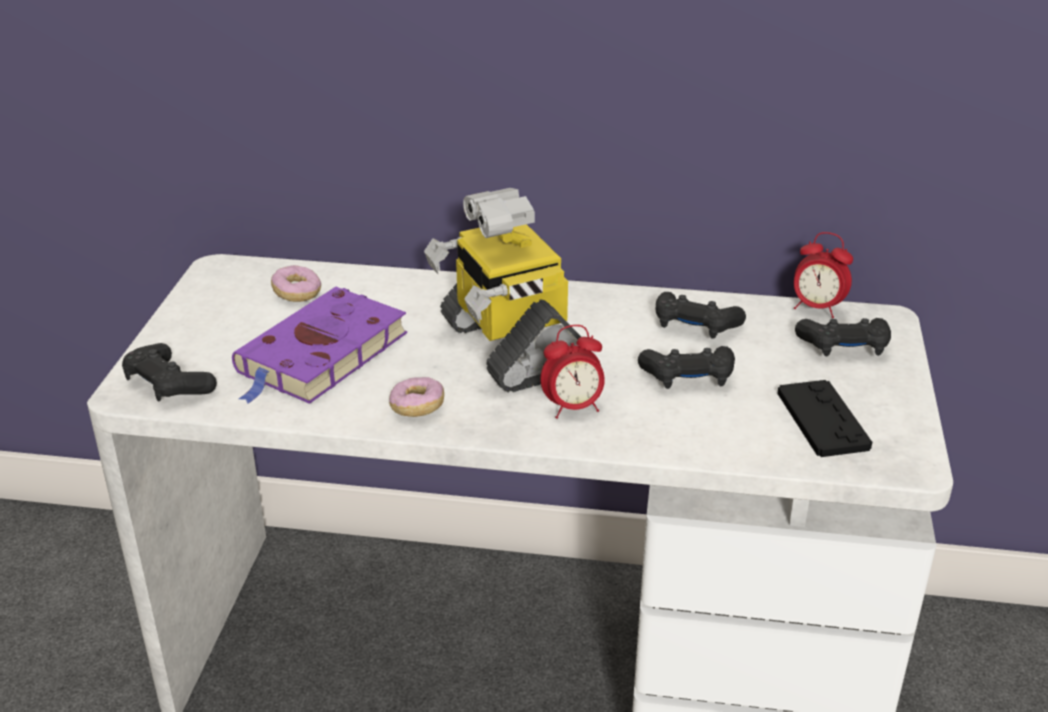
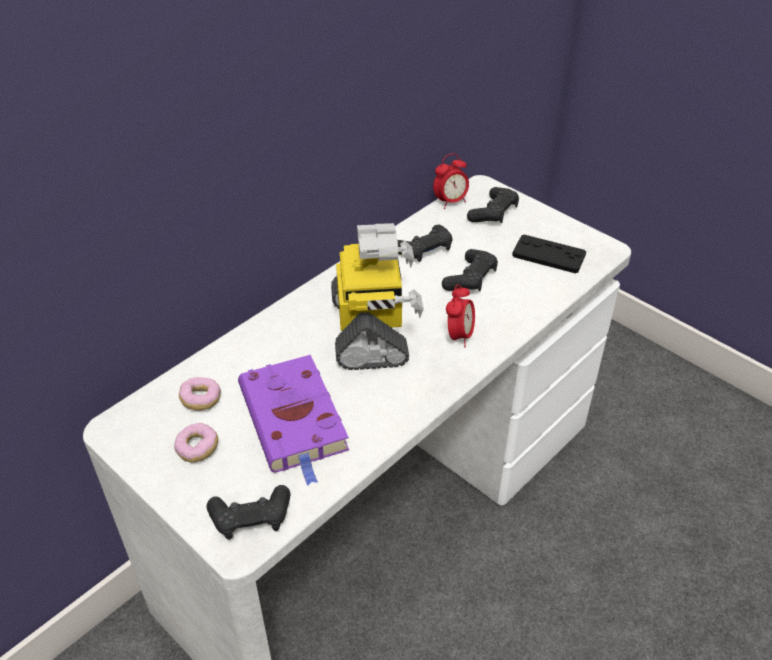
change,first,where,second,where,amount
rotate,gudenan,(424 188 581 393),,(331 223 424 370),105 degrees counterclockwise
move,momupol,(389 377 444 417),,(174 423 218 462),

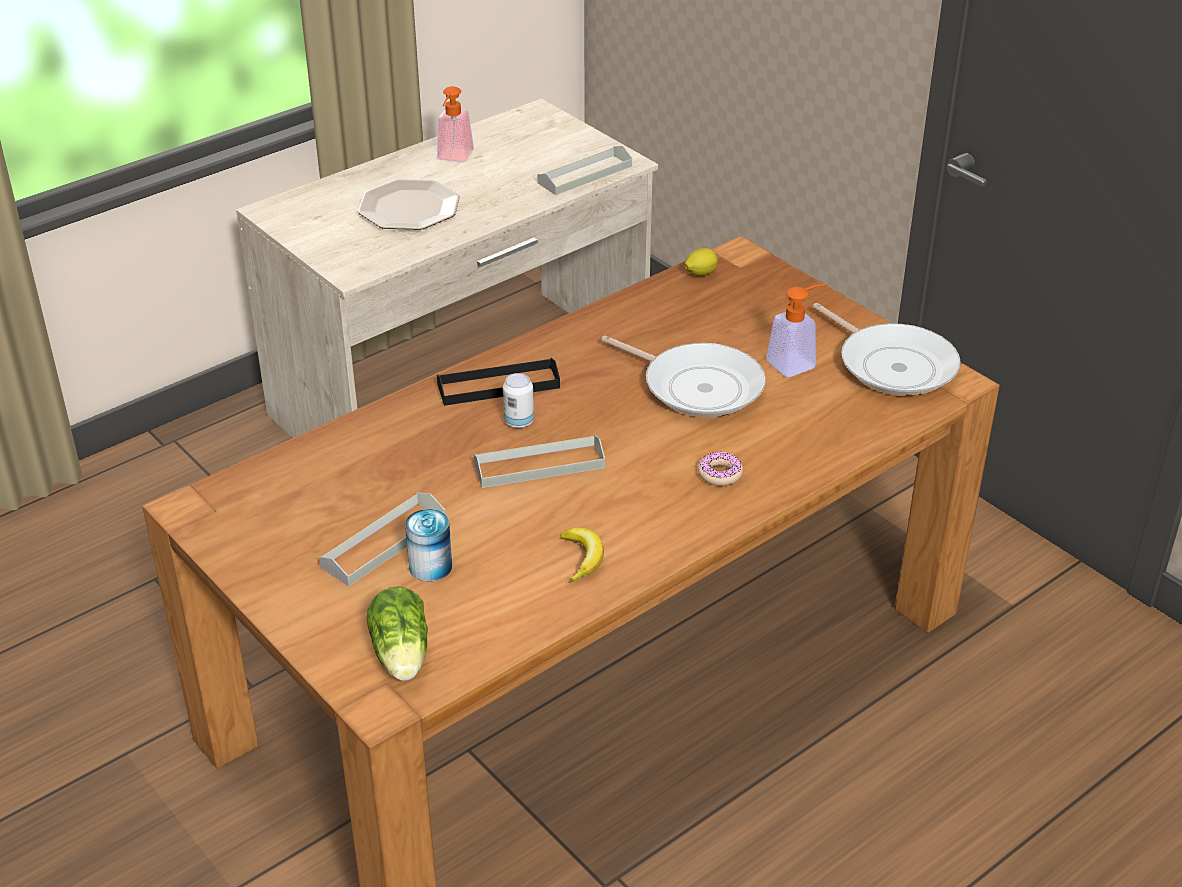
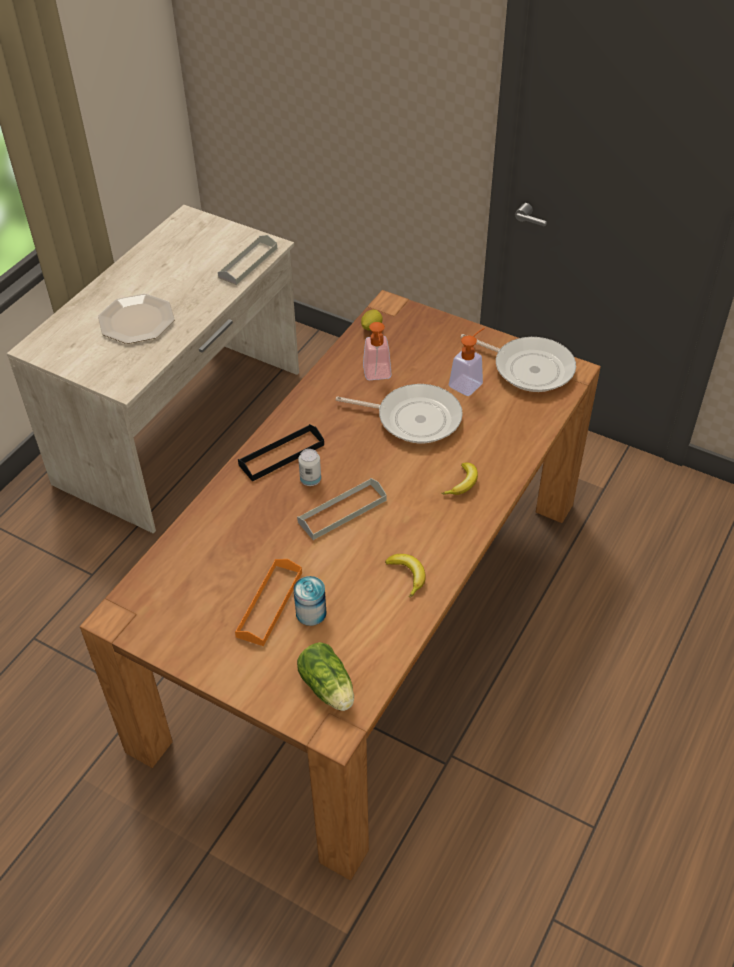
change,first,where,second,where,amount
move,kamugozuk,(437 86 474 162),,(363 322 392 380),
replace,momupol,(698 451 743 486),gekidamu,(441 463 478 495),
recolor,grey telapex,(319 492 446 587),orange telapex,(235 559 302 646),

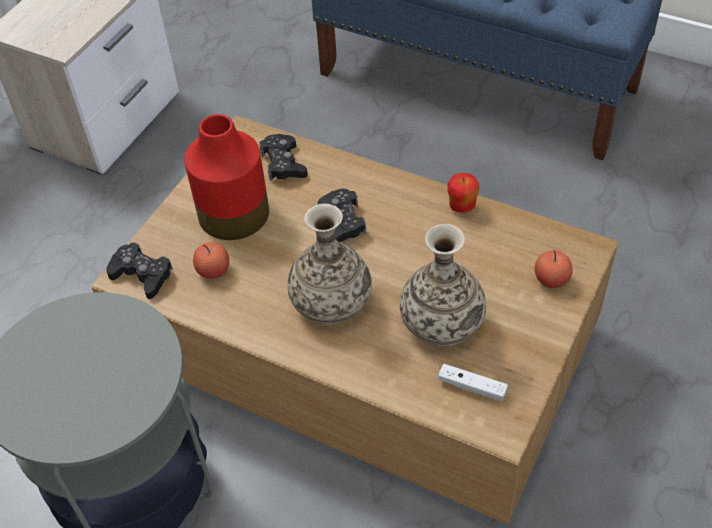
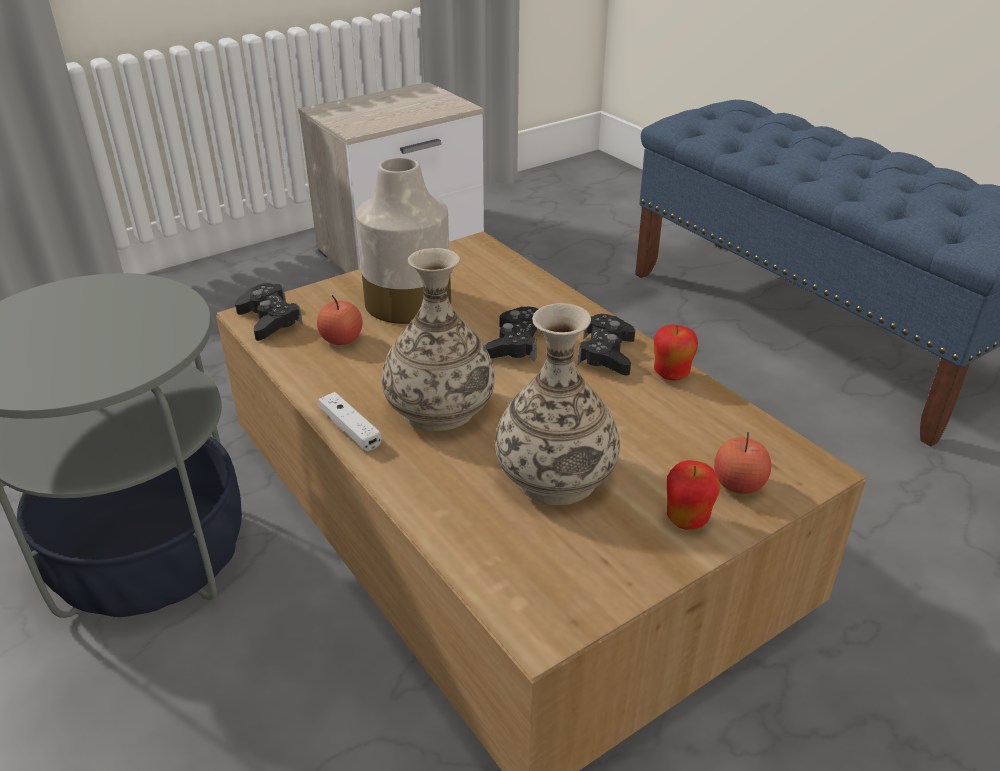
change,first,where,second,where,amount
recolor,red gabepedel,(184 114 269 240),beige gabepedel,(356 157 451 324),
move,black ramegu,(259 134 308 182),,(578 314 635 375),
move,white ramegu,(438 364 508 401),,(318 392 381 451),
insert,,,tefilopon,(667 460 721 529),

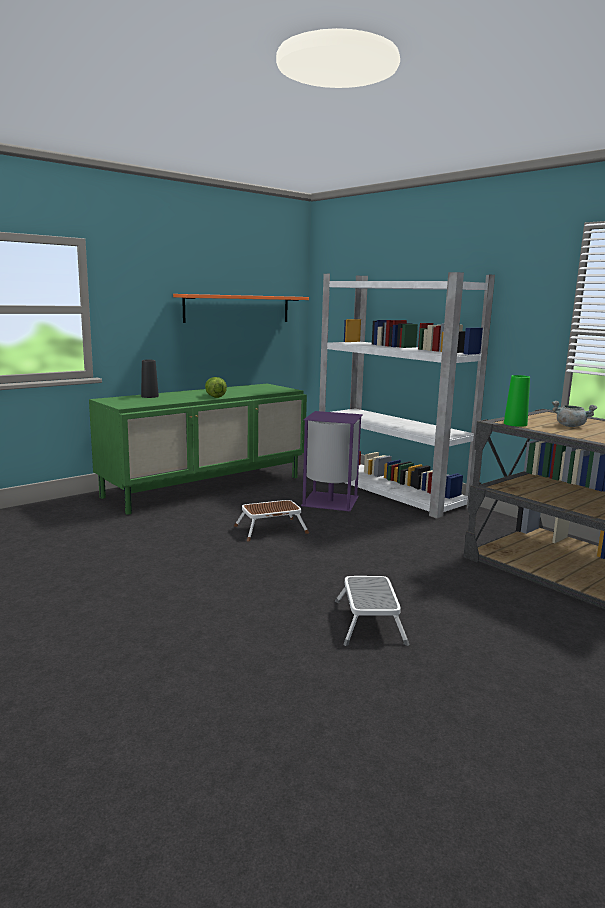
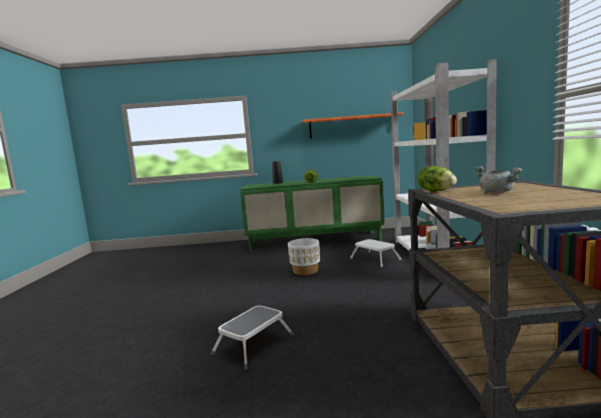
change,first,where,second,where,amount
replace,green gabepedel,(504 375 530 427),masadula,(417 166 457 191),
replace,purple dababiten,(301 411 363 511),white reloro,(350 239 402 267),
replace,brown reloro,(234 500 309 542),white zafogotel,(288 238 320 275),

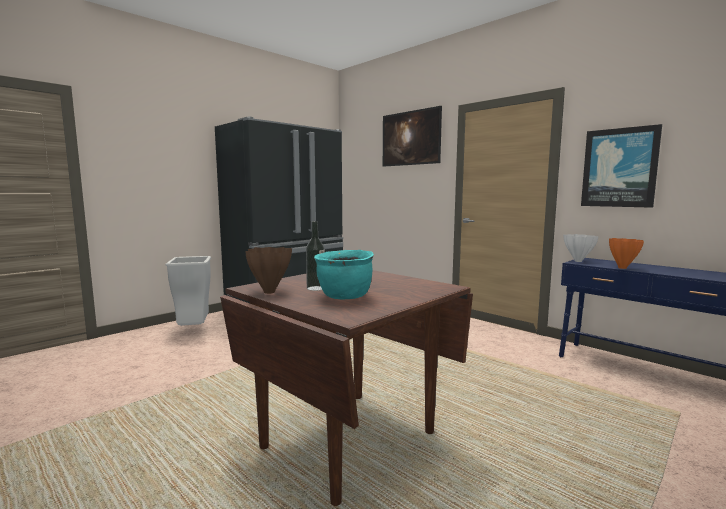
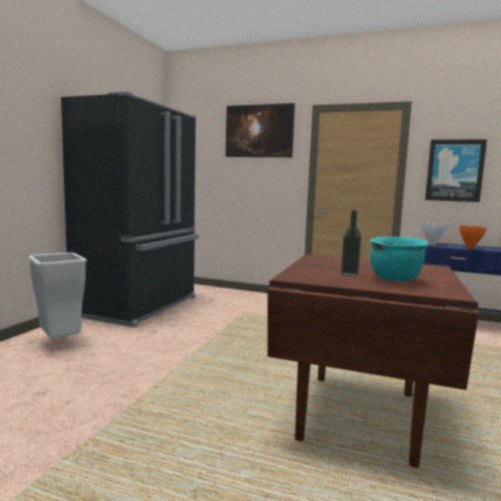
change,first,where,second,where,amount
delete,brown gabepedel,(245 247 292 294),,,

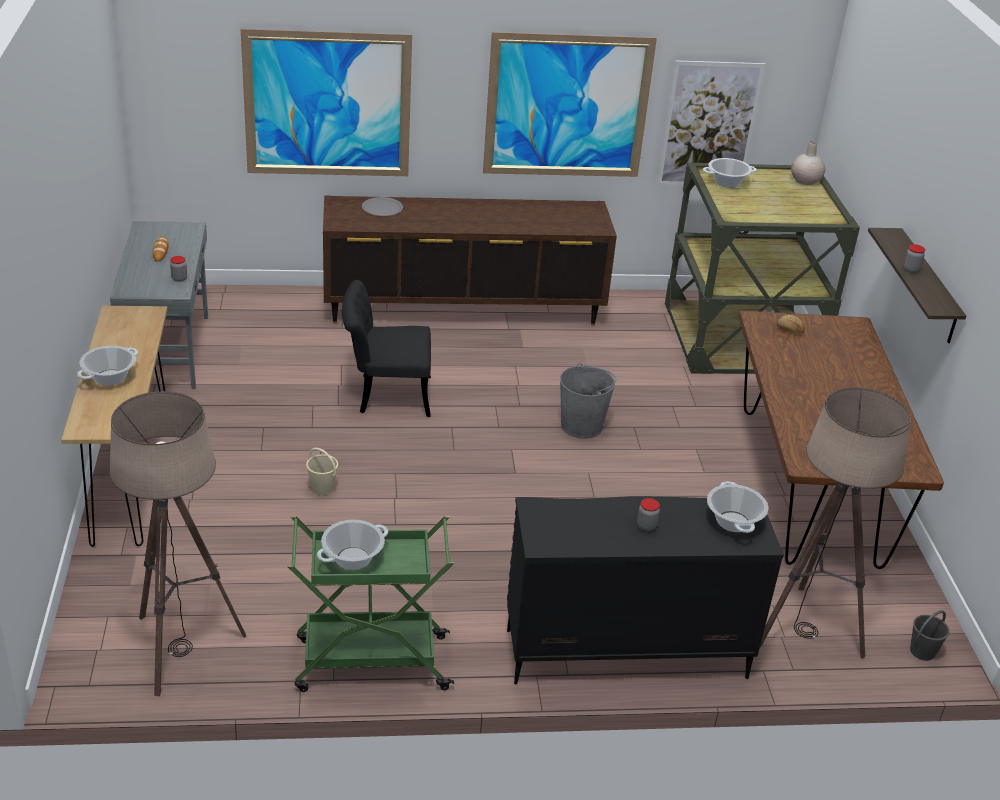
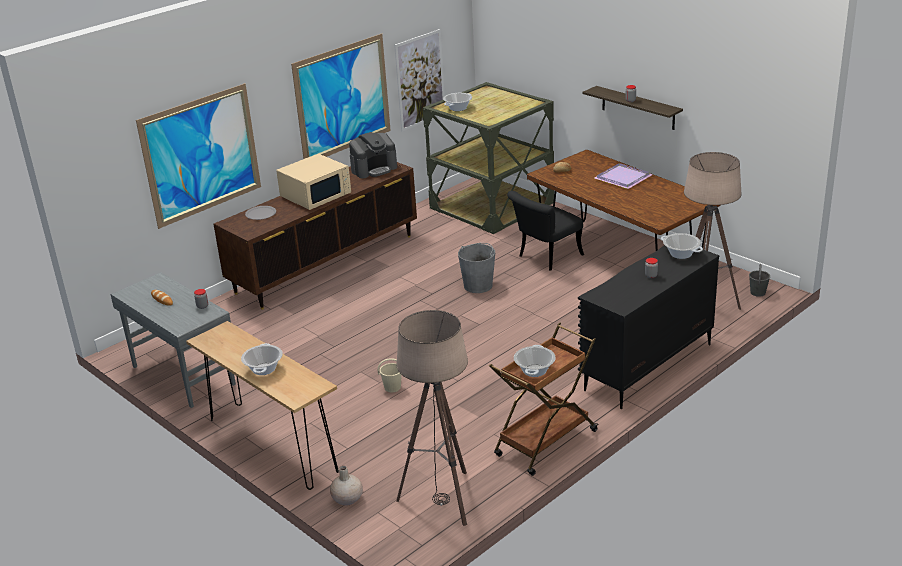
change,first,where,second,where,amount
move,beige gabepedel,(791 141 825 185),,(330 466 363 506),
move,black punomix,(342 280 431 417),,(507 191 584 271),
recolor,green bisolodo,(287 516 454 692),brown bisolodo,(489 322 598 476),
insert,,,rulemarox,(349 132 397 178),
insert,,,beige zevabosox,(276 154 351 210),
insert,,,purple telapex,(594 163 653 189),

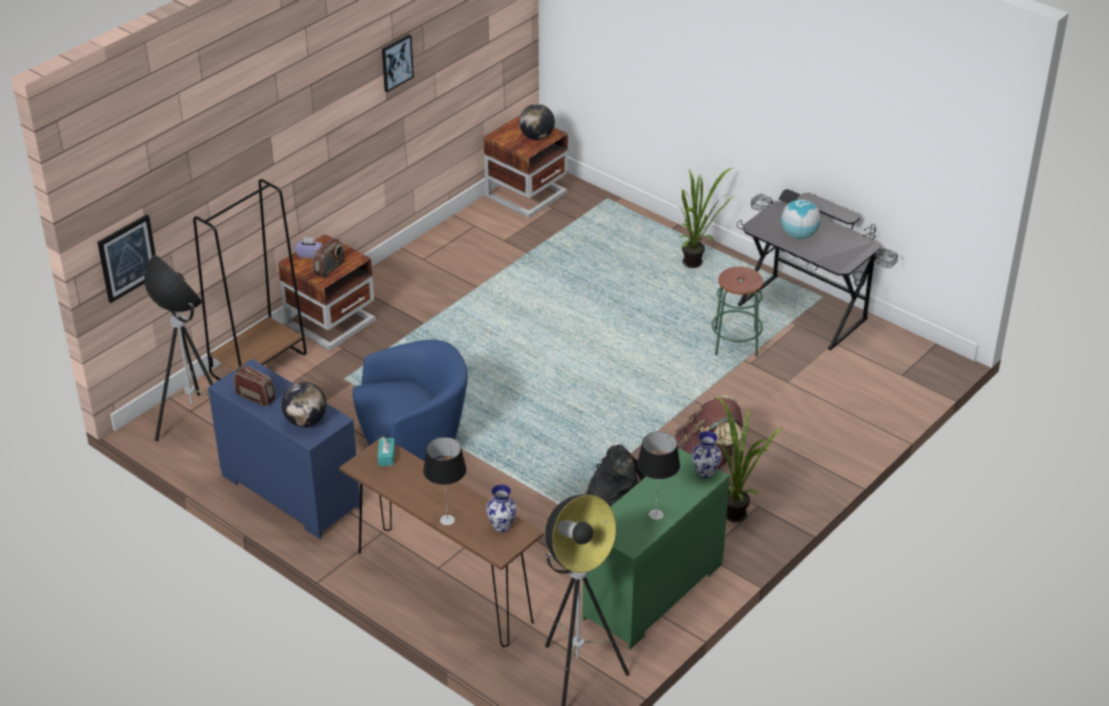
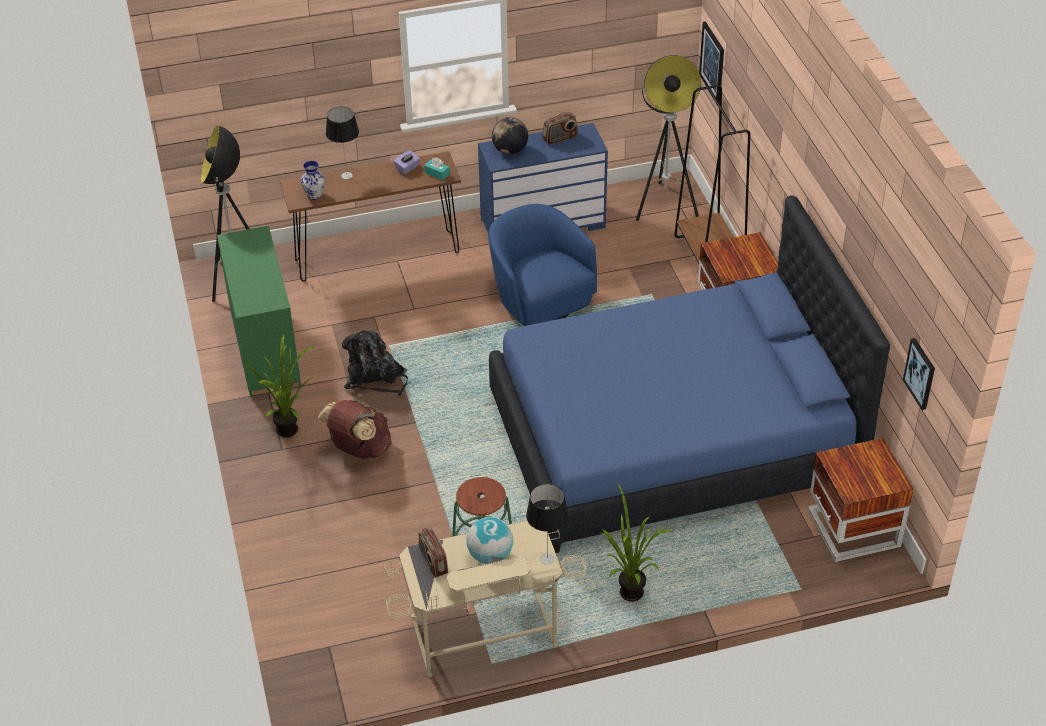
change,first,where,second,where,amount
move,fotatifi,(382 34 414 92),,(903 338 935 410),
delete,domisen,(519 104 555 140),,,
recolor,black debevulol,(737 189 898 350),beige debevulol,(384 520 586 677),
move,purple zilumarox,(295 237 322 258),,(394 150 420 174),
move,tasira,(313 238 345 278),,(419 528 448 578),
rotate,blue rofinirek,(352 340 468 461),,(488 204 597 326),135 degrees clockwise
delete,gabepedel,(692 431 722 478),,,
move,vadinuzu,(637 432 680 520),,(526 484 568 565),
insert,,,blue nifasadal,(489 195 890 553),

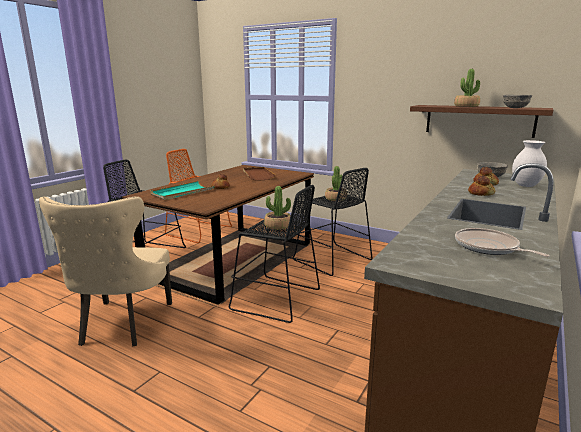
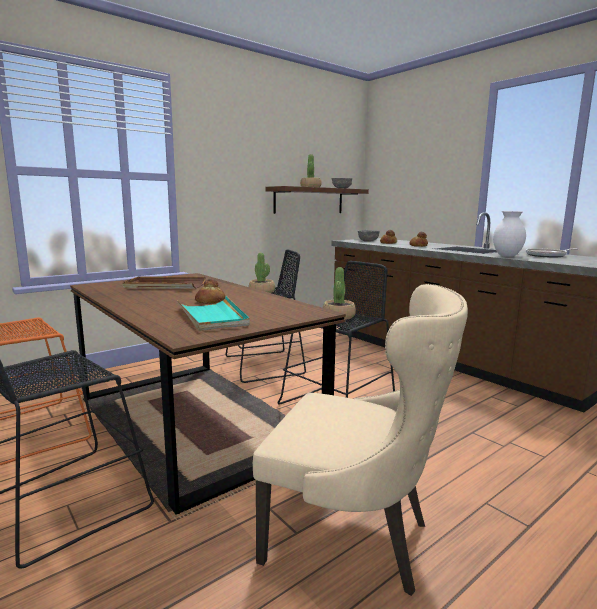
change,first,where,second,where,amount
move,white gabepedel,(512 140 547 187),,(493 211 526 257),

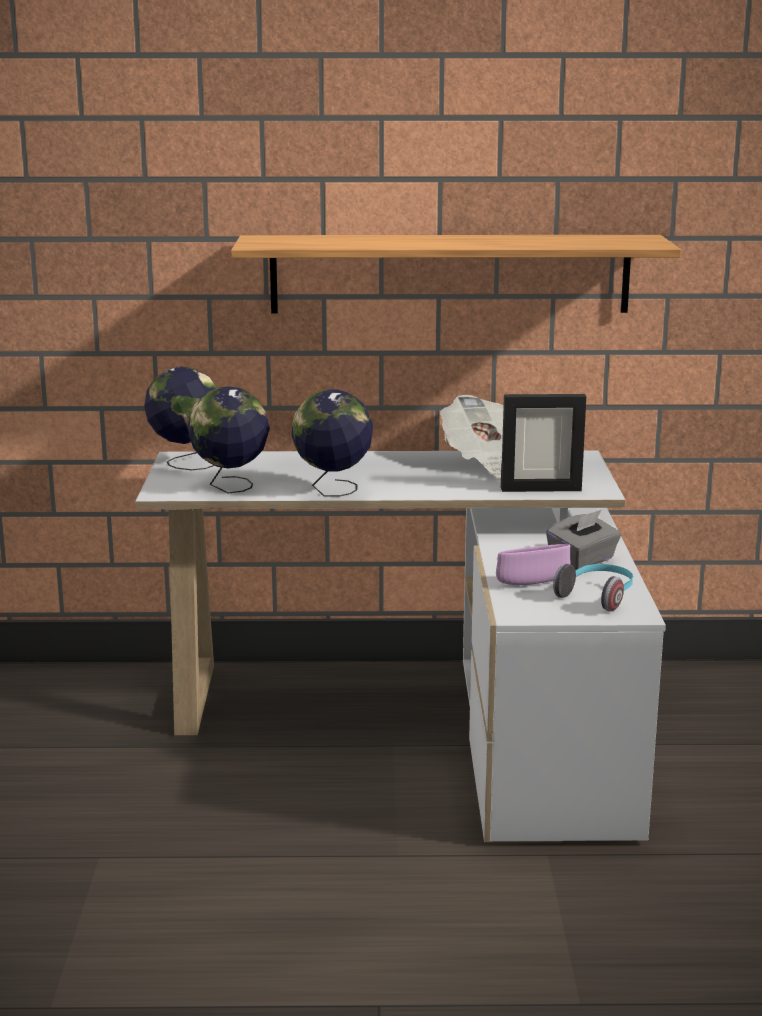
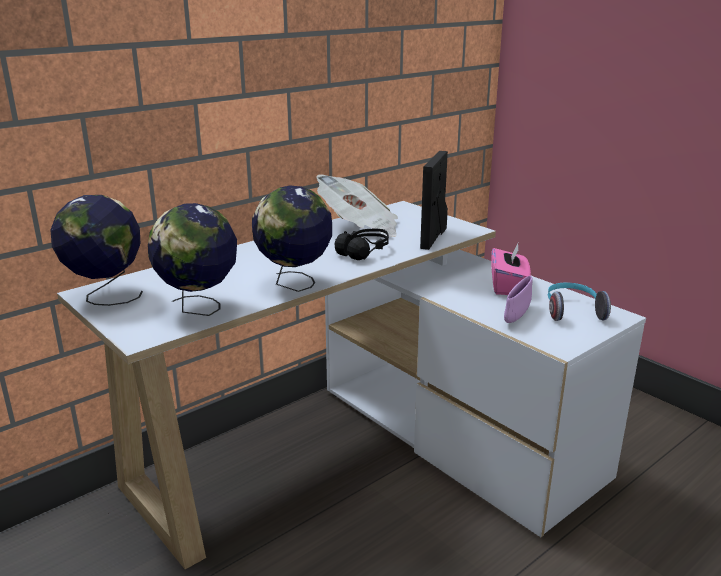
change,first,where,second,where,amount
delete,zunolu,(231 235 681 313),,,
rotate,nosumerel,(501 394 586 492),,(420 151 448 250),150 degrees clockwise
recolor,grey zilumarox,(546 510 621 570),pink zilumarox,(491 244 531 295),
insert,,,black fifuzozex,(334 229 389 260),

